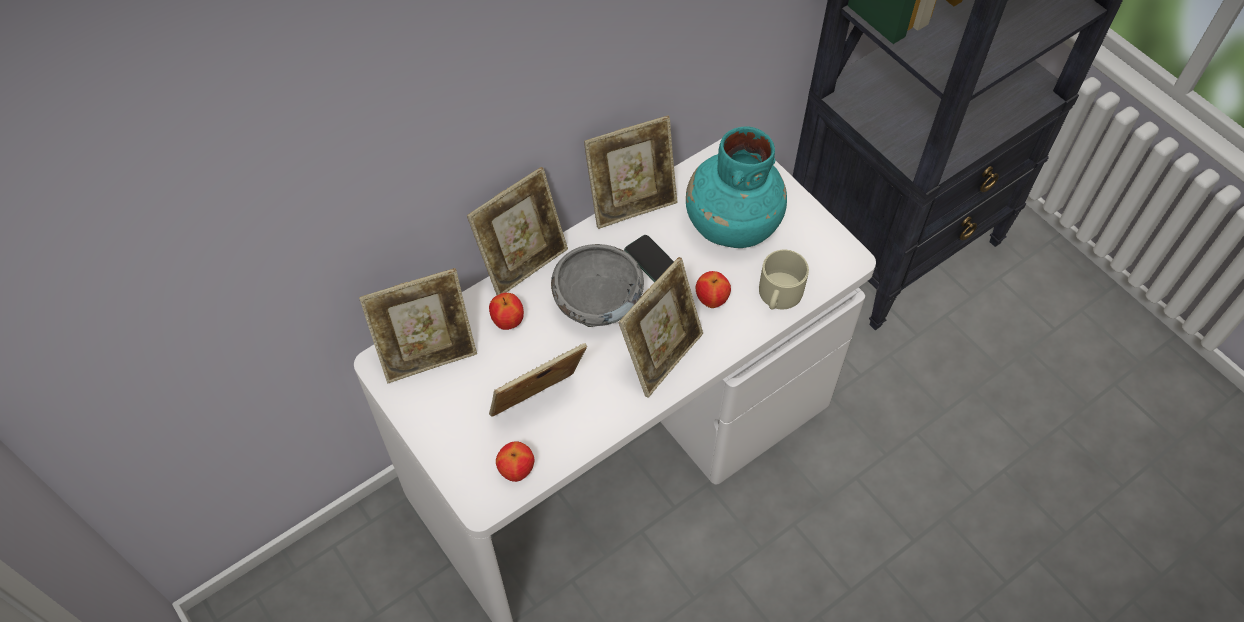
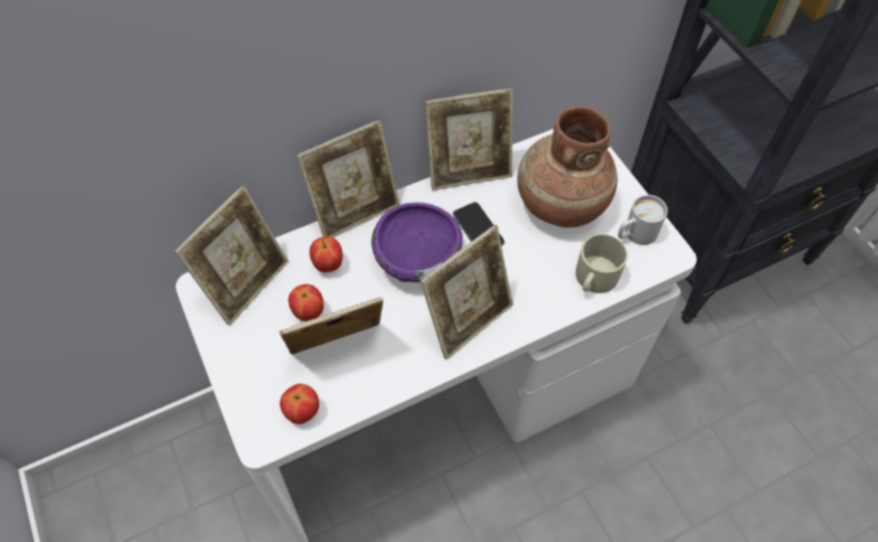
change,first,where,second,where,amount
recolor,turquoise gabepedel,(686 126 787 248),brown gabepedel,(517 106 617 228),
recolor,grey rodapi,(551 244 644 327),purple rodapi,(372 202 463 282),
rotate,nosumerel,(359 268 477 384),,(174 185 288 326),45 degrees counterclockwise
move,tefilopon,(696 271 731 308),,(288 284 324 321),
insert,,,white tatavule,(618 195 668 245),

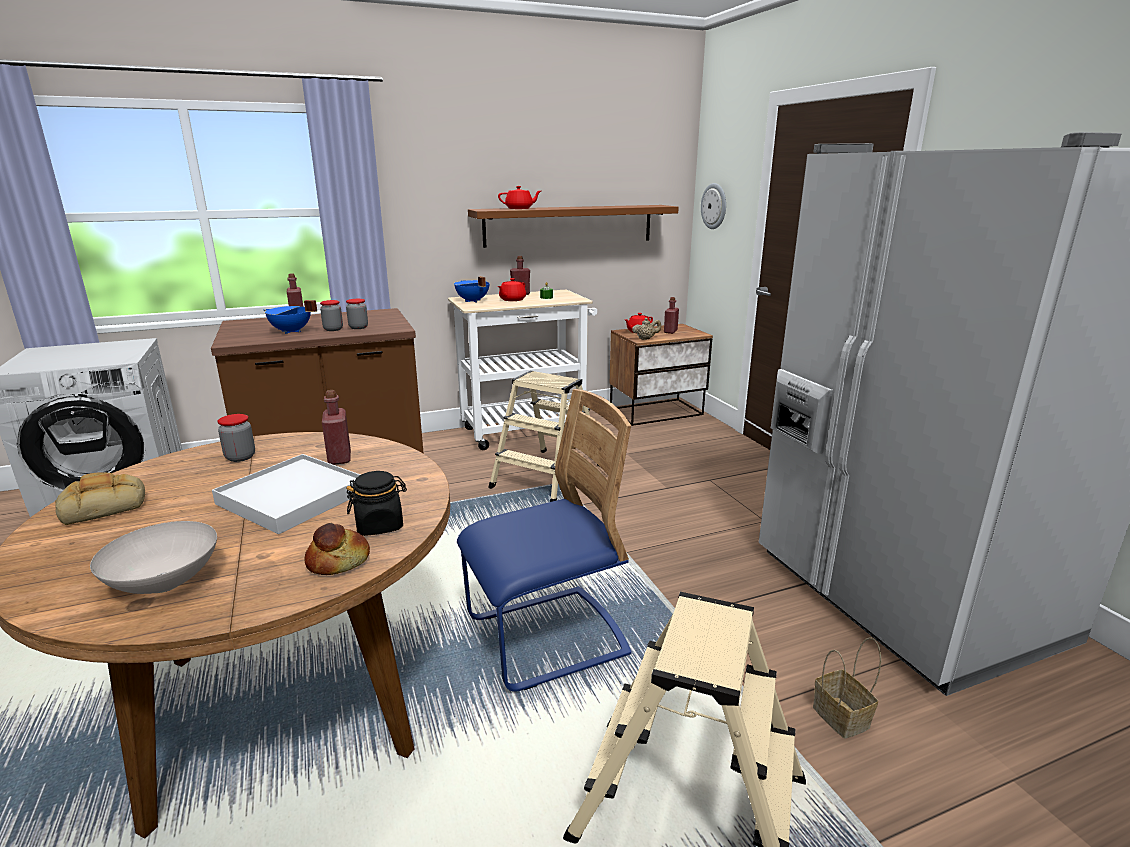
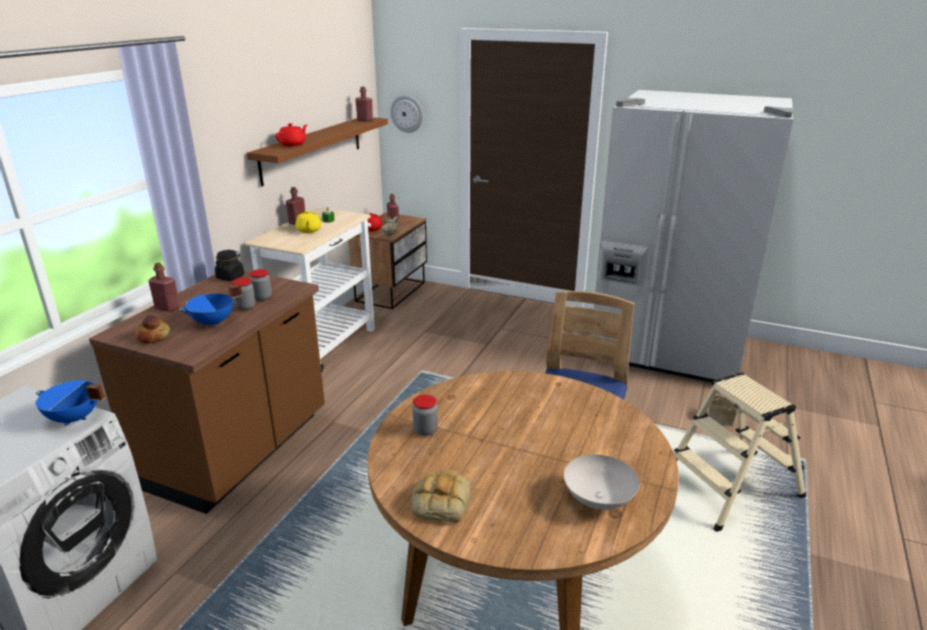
change,first,where,second,where,amount
move,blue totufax,(454 276 490 302),,(35 380 106 426),
recolor,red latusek,(498 278 526 301),yellow latusek,(295 210 321 233),
delete,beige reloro,(488 370 599 502),,,
move,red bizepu,(322 390 351 465),,(355 87 373 122),
delete,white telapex,(212 454 361 534),,,
move,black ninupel,(346 471 407 536),,(215 250 244 281),
move,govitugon,(304 523 370 575),,(135 315 170 344),

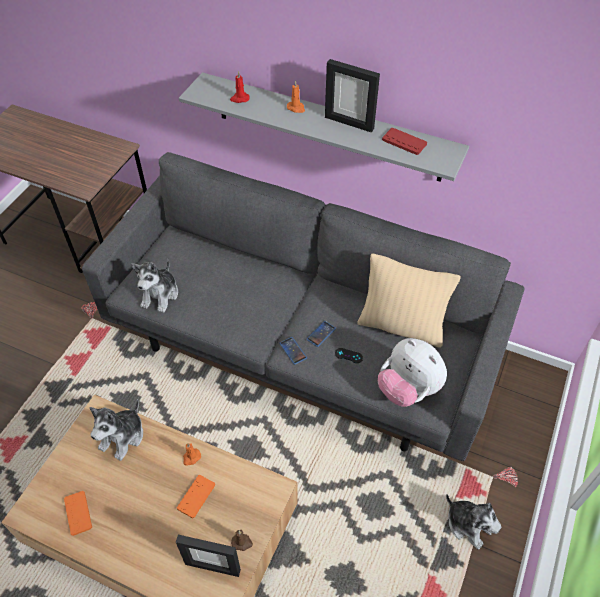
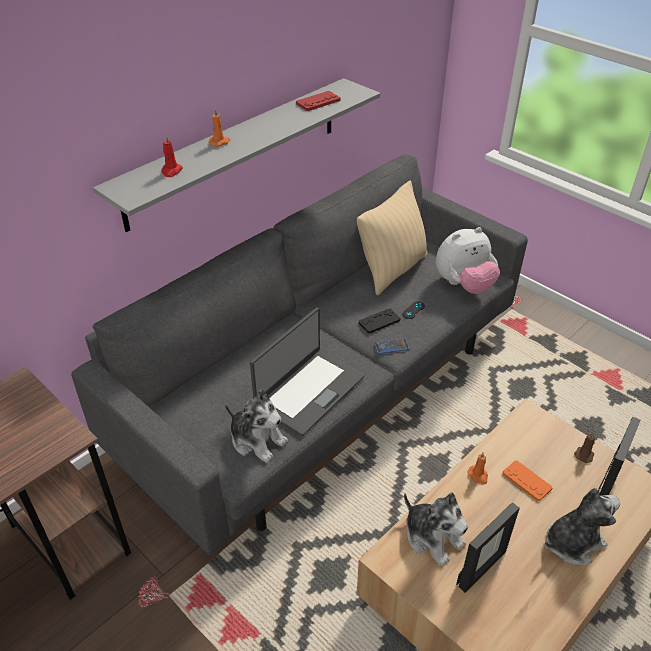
change,first,where,second,where,amount
move,nosumerel,(325 59 380 133),,(456 502 520 593),
replace,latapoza,(307 321 336 347),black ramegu,(359 308 400 334),
delete,orange ramegu,(64 491 92 536),,,
move,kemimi,(446 494 502 550),,(545 488 620 565),
insert,,,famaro,(250 307 364 436),

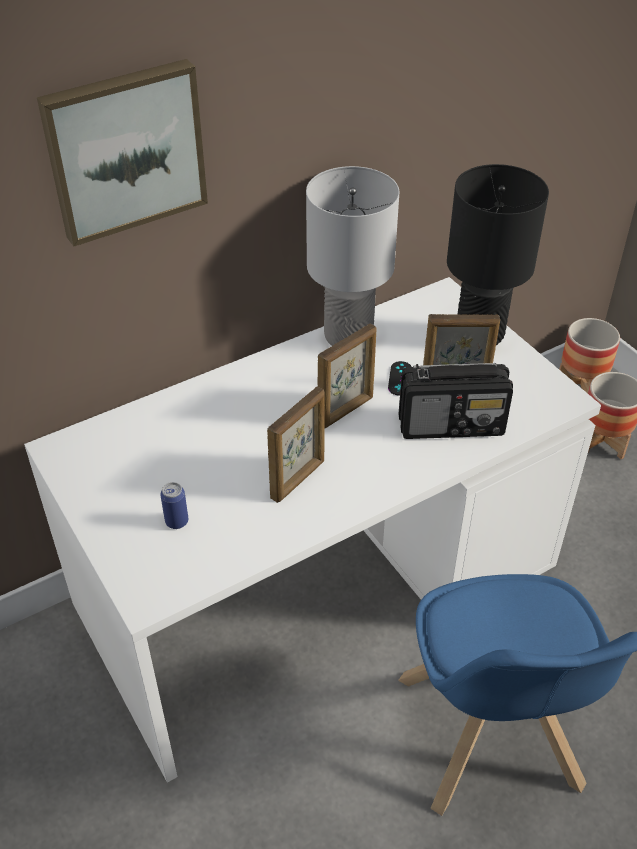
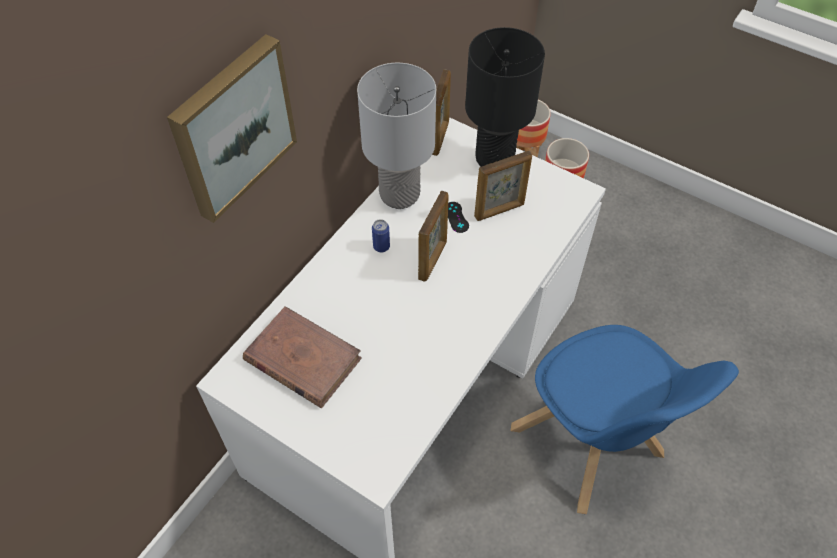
change,first,where,second,where,amount
delete,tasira,(399 363 513 439),,,
move,nosumerel,(267 387 325 503),,(432 70 451 156),
move,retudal,(160 482 188 529),,(372 219 390 252),
insert,,,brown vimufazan,(243 306 362 408),

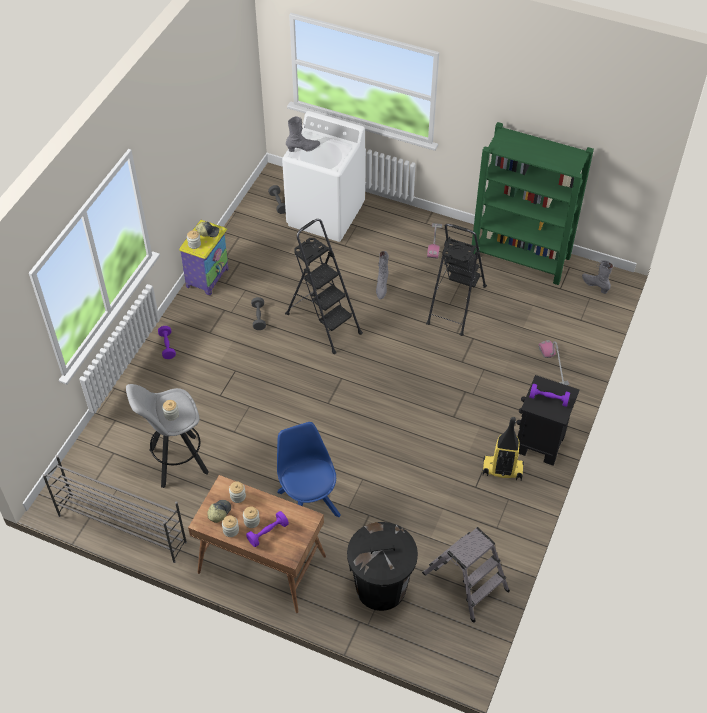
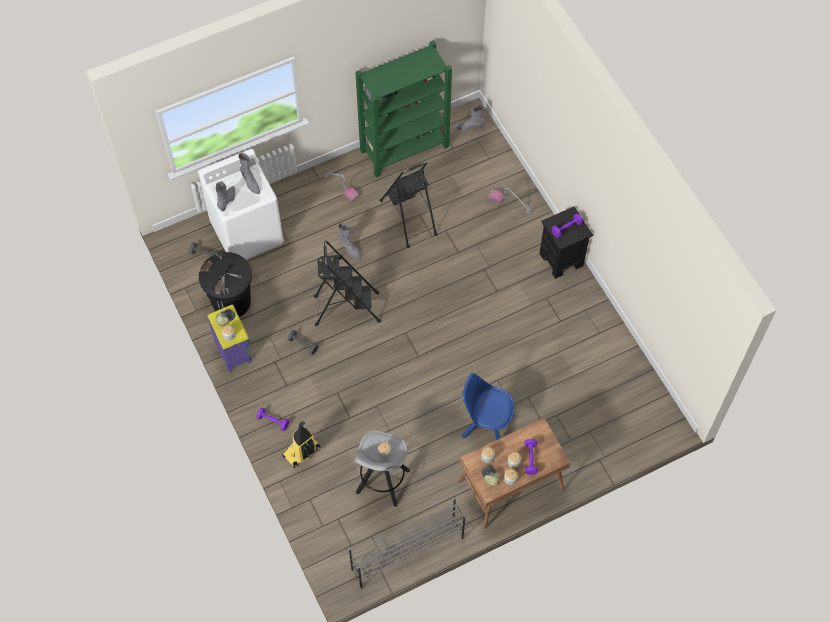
change,first,where,second,where,amount
move,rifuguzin,(482 417 524 480),,(282 421 321 468),
move,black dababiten,(347 522 418 611),,(199 252 252 317),
delete,grey reloro,(422 527 510 623),,,
insert,,,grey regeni,(239 153 260 194),

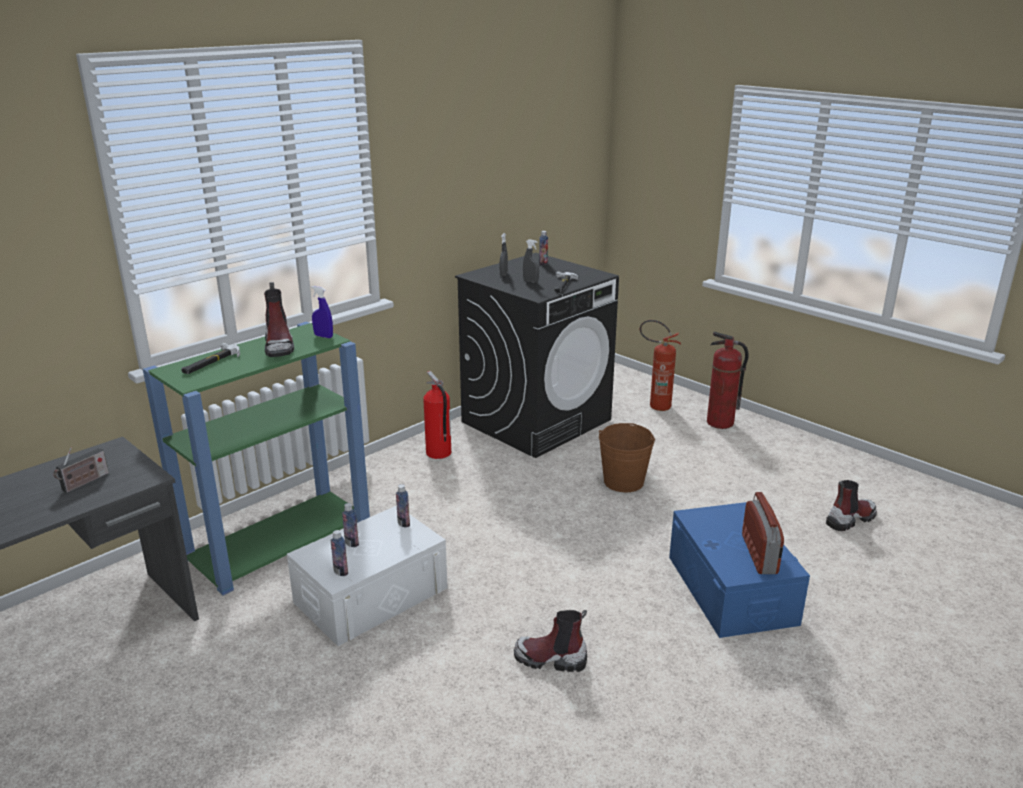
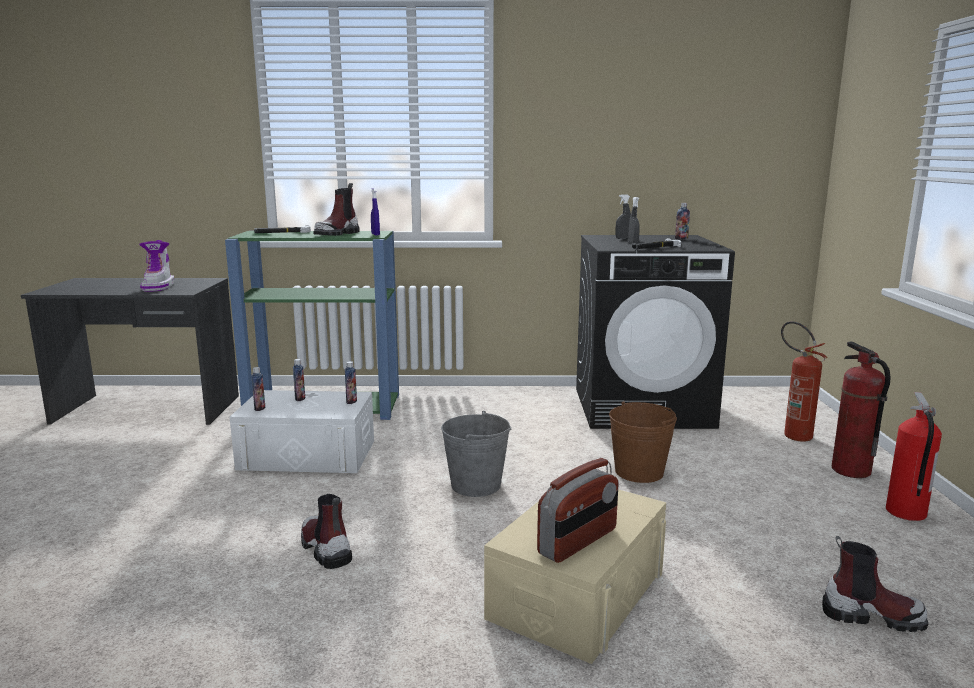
change,first,where,second,where,amount
move,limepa,(423 371 451 459),,(886 392 942 521),
replace,tasira,(54 447 109 493),regeni,(139 240 174 292),
recolor,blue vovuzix,(669 502 810 638),beige vovuzix,(484 489 666 664),
insert,,,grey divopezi,(441 411 511 497),

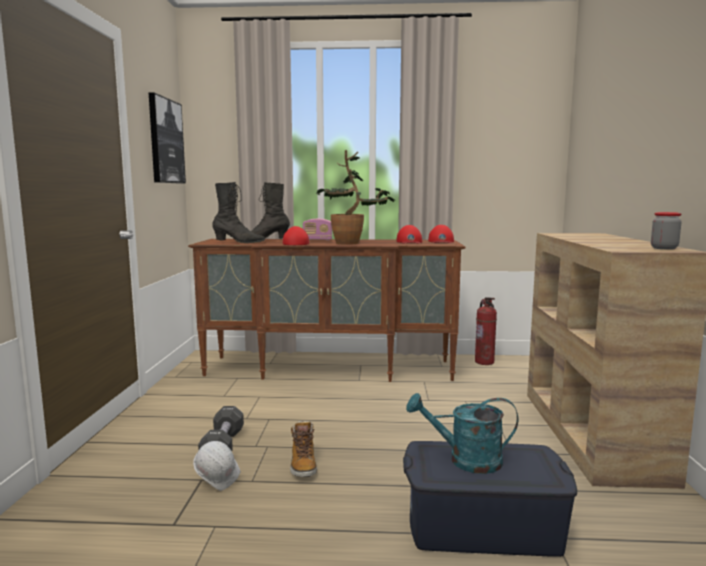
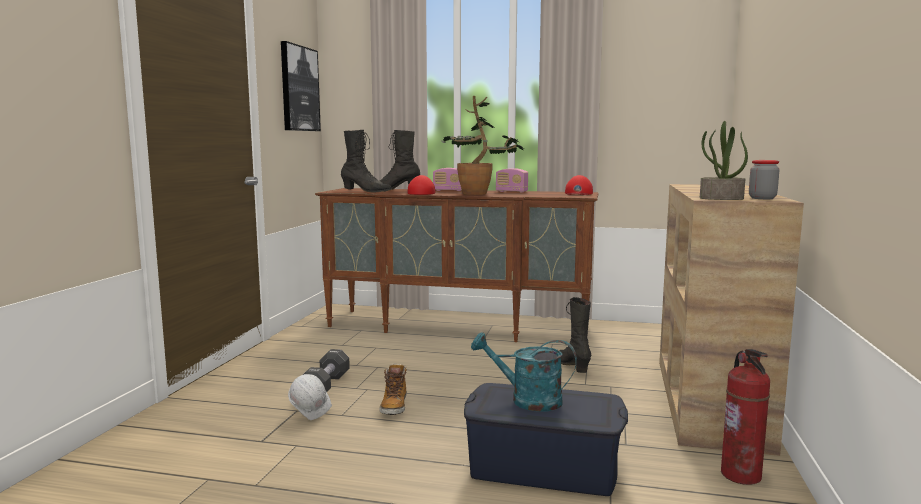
change,first,where,second,where,amount
delete,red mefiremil,(396 225 422 243),,,
move,limepa,(475 297 497 365),,(721 349 770 485),
insert,,,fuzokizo,(700 121 748 200),
insert,,,tasira,(496 168 528 192),
insert,,,black regeni,(559 297 591 373),

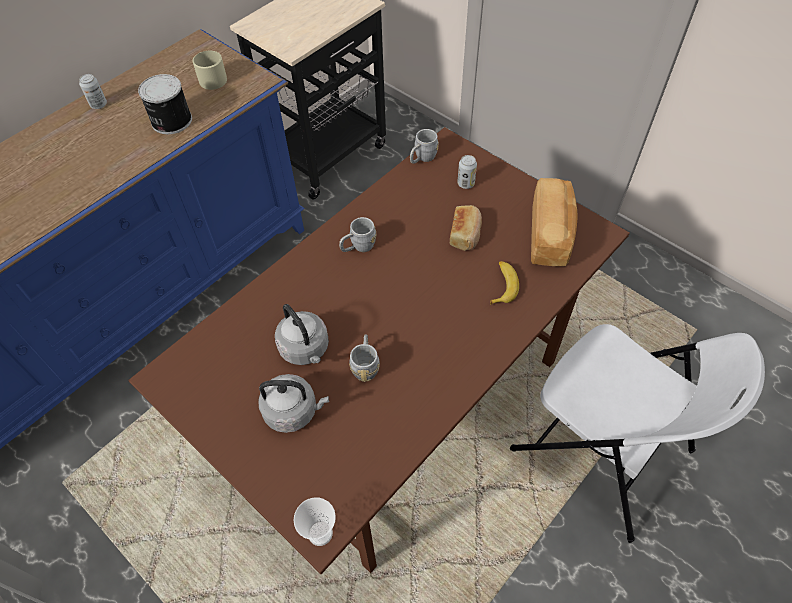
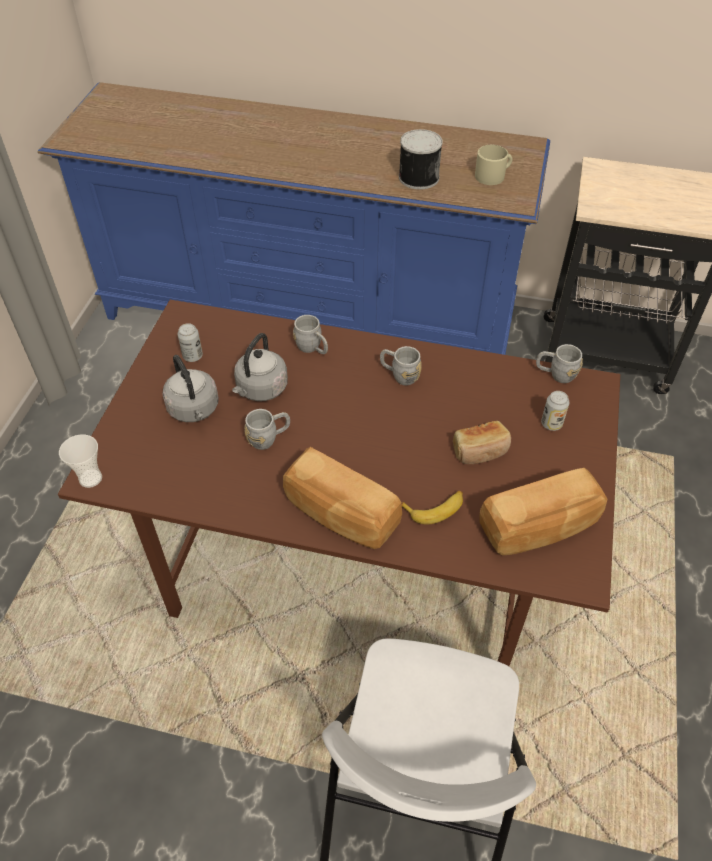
change,first,where,second,where,amount
move,retudal,(79 74 107 109),,(177 323 203 362),
insert,,,grey tatavule,(293 315 328 354),
insert,,,govitugon,(283 447 402 549),

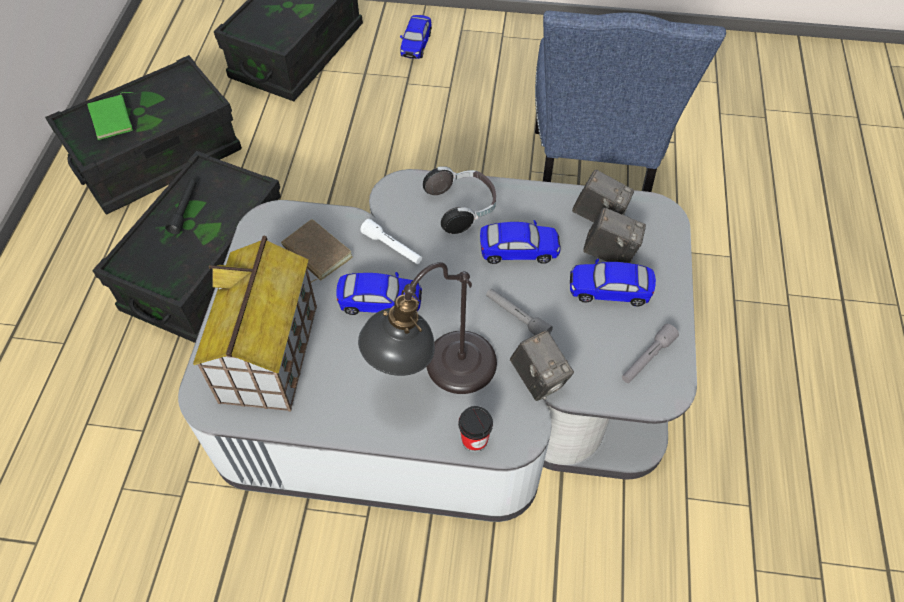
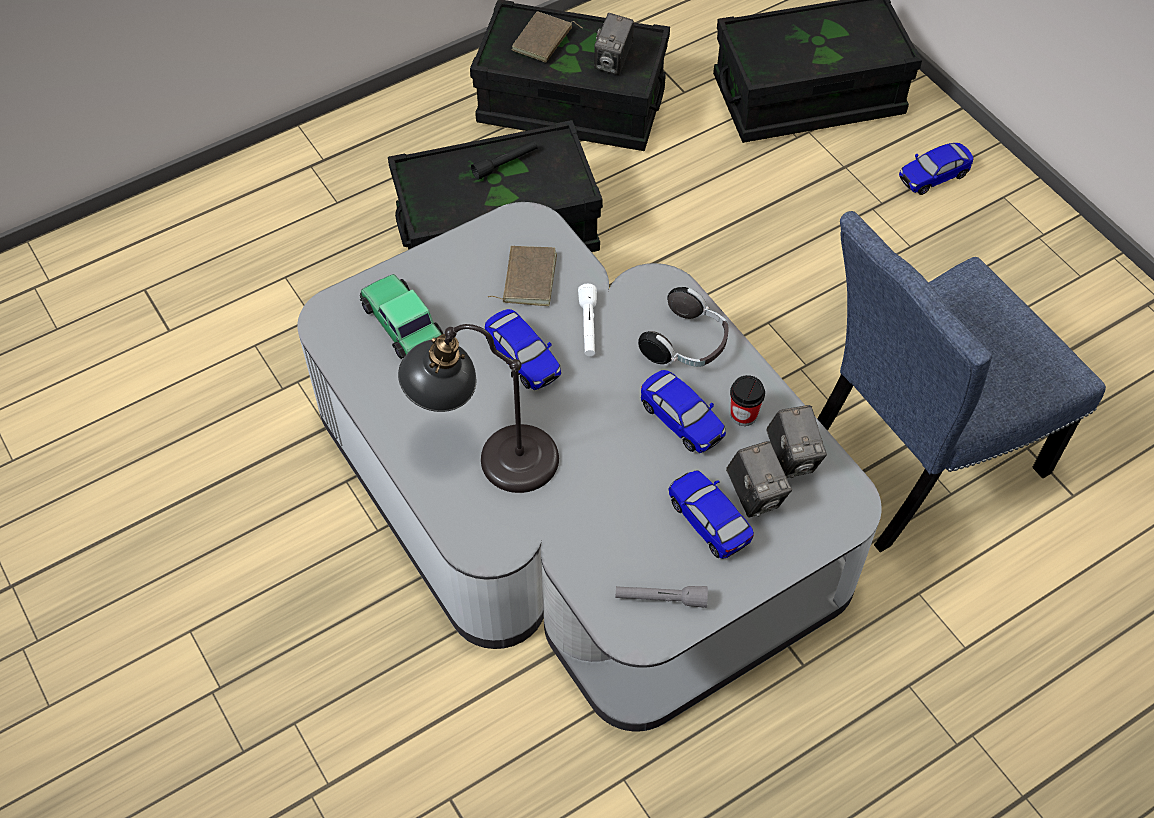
change,first,where,second,where,amount
recolor,green vimufazan,(87 92 133 140),brown vimufazan,(512 11 583 63),
replace,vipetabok,(193 236 317 411),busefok,(360 274 444 359),
delete,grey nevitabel,(486 288 553 335),,,
move,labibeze,(510 330 574 401),,(594 13 634 75),
move,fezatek,(458 406 493 452),,(730 375 765 426),

